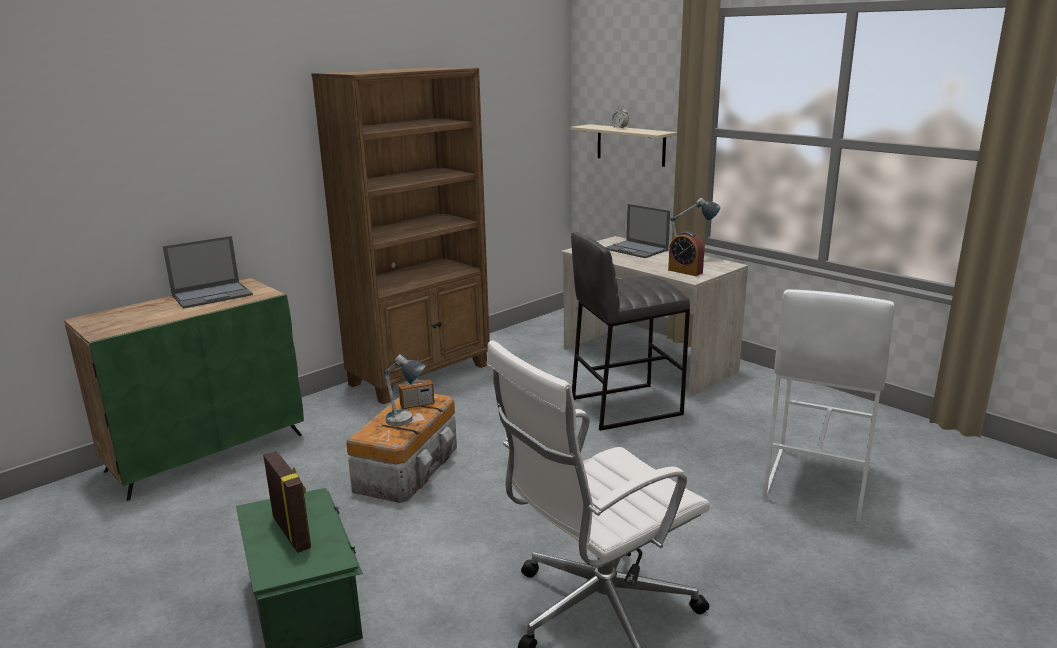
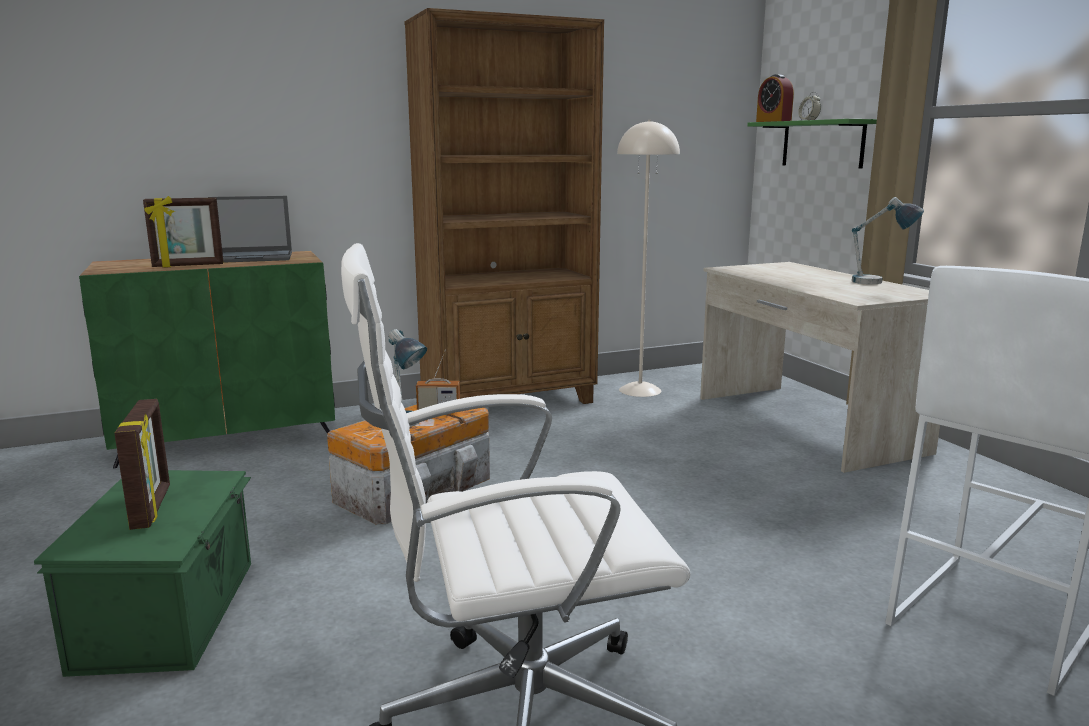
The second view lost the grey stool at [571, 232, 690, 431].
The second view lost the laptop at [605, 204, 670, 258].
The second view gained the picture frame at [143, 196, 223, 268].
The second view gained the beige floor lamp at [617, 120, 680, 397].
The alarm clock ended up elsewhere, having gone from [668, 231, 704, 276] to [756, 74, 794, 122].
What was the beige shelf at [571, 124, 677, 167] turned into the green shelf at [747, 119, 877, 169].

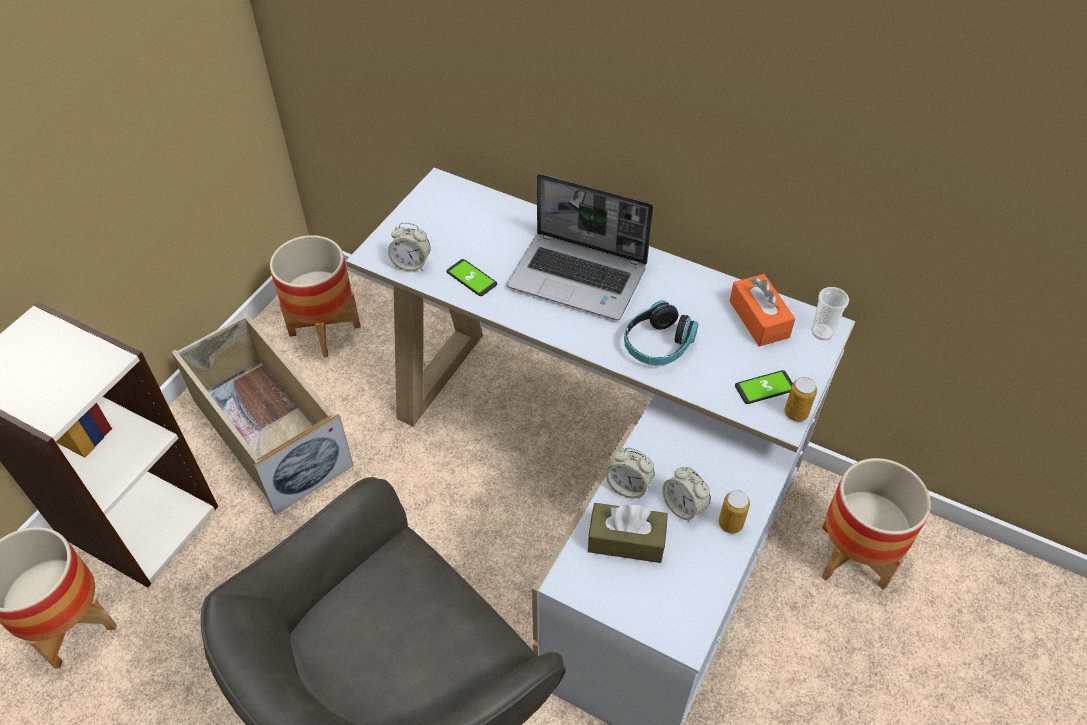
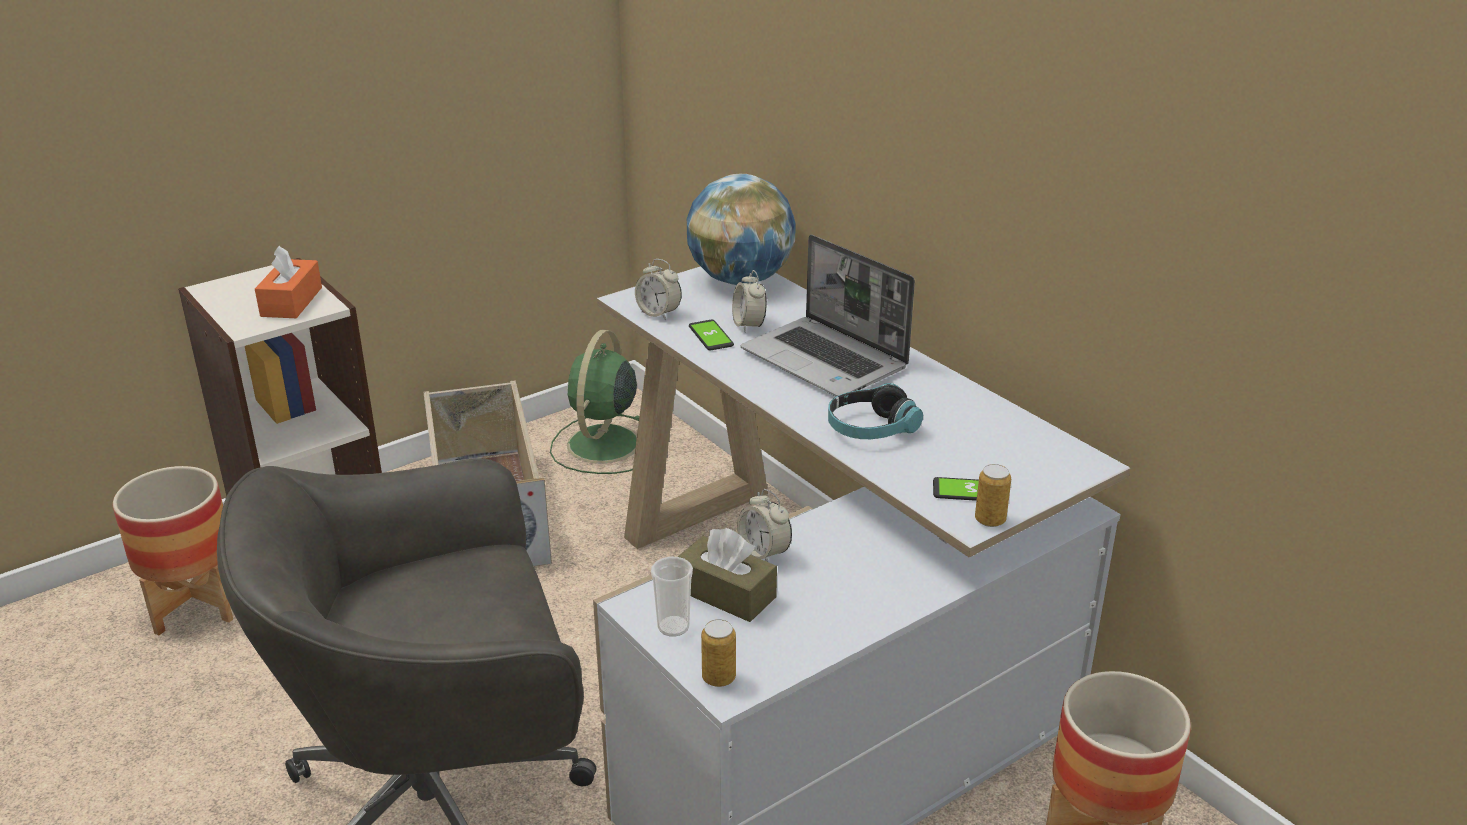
The second view gained the globe at [687, 174, 796, 285].
The alarm clock ended up elsewhere, having gone from [662, 467, 711, 522] to [732, 270, 767, 332].
The can ended up elsewhere, having gone from [719, 490, 750, 533] to [701, 619, 736, 687].
The orange tissue box ended up elsewhere, having gone from [730, 274, 795, 346] to [255, 246, 322, 318].
The cup ended up elsewhere, having gone from [811, 287, 849, 340] to [651, 557, 693, 637].
Where the planter stood at [270, 235, 361, 357], the green fan came to stand at [550, 329, 639, 474].

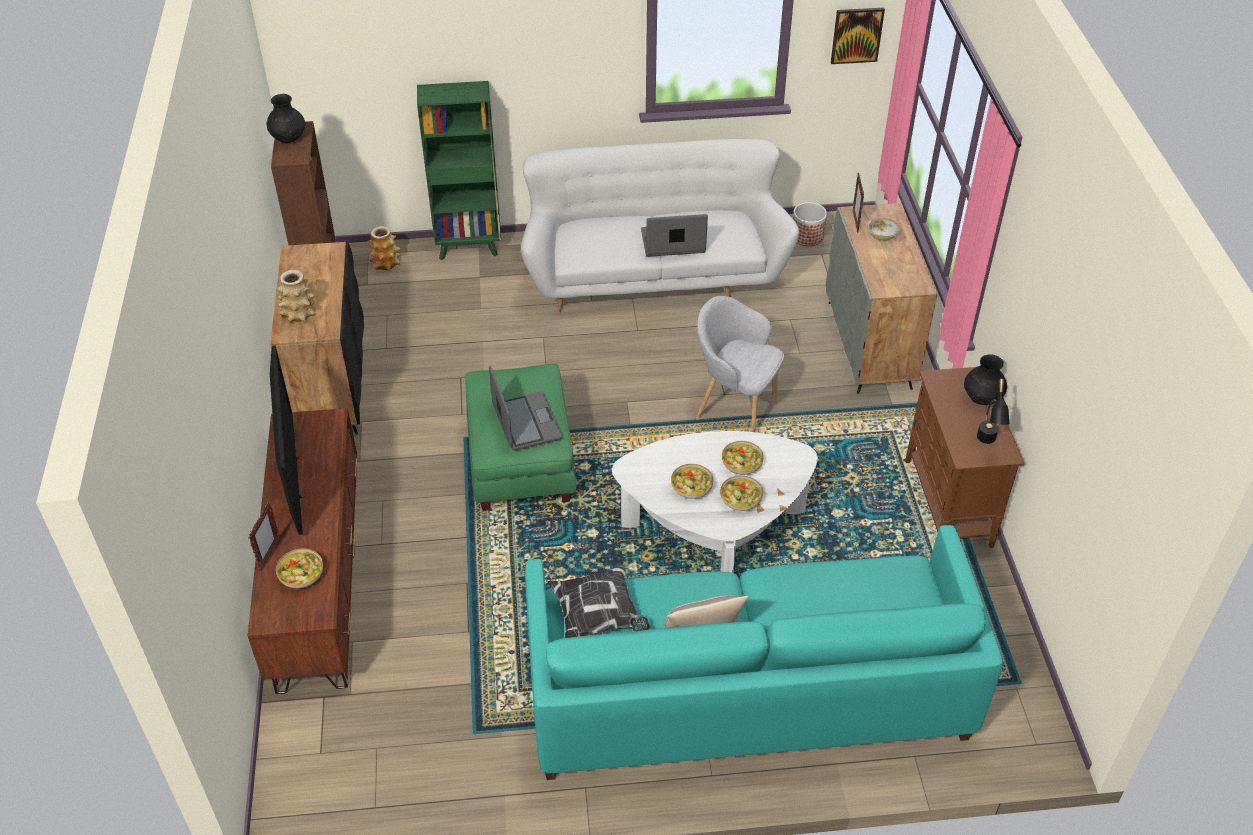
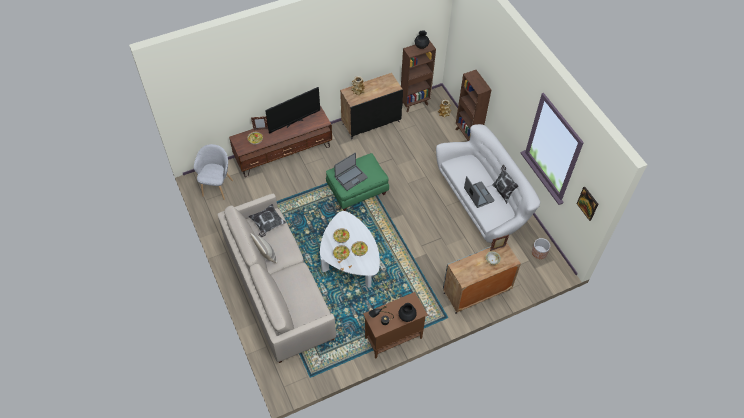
The second view gained the pillow at [492, 165, 518, 204].
The grey armchair ended up elsewhere, having gone from [696, 296, 784, 432] to [194, 144, 233, 200].
What was the green bookcase at [417, 81, 501, 260] turned into the brown bookcase at [455, 70, 491, 141].
What was the turquoise sofa at [525, 525, 1003, 780] turned into the beige sofa at [217, 194, 336, 363].

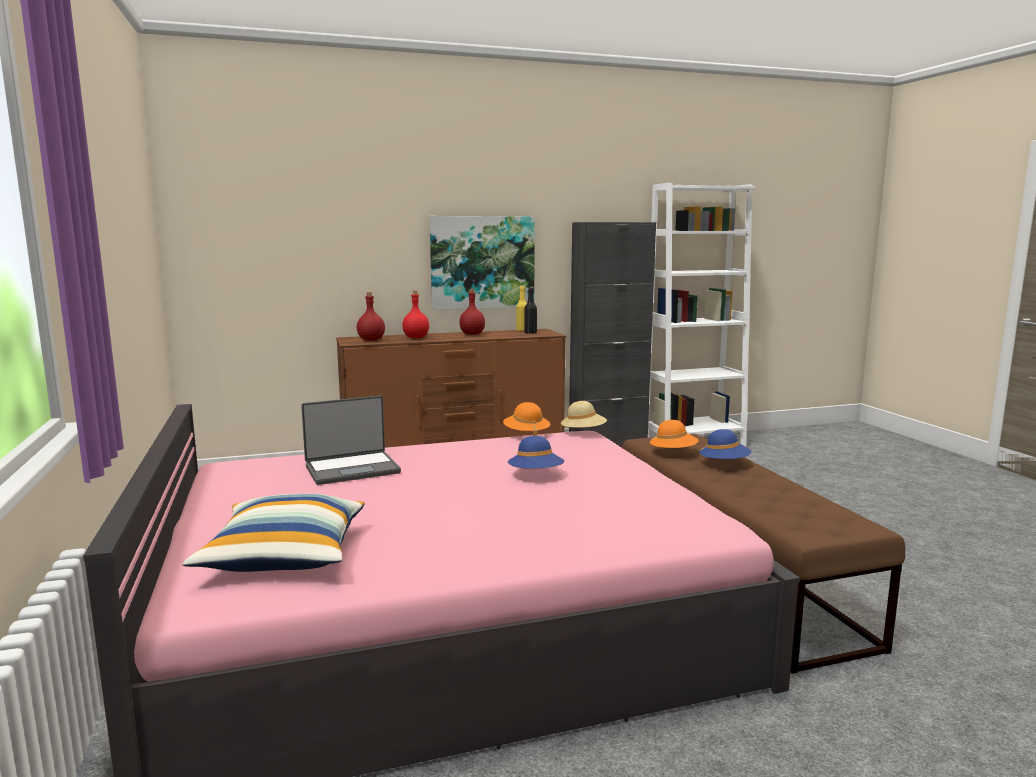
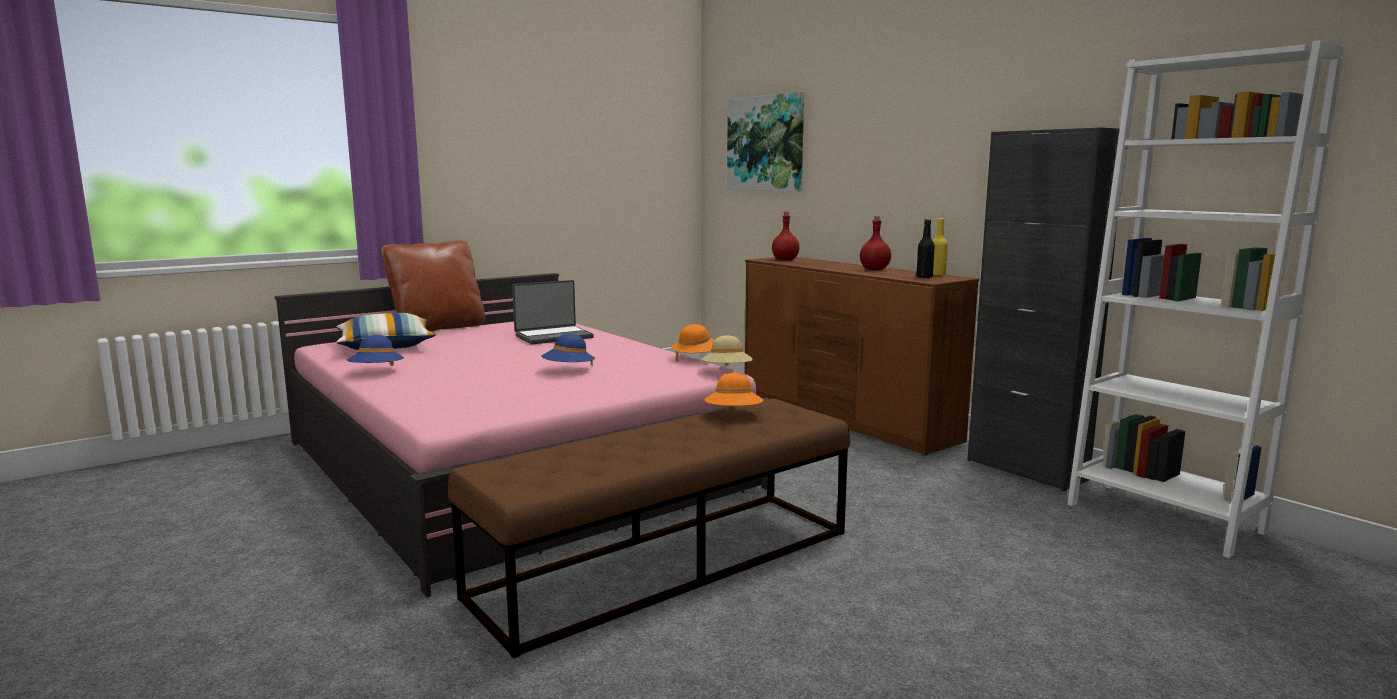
The second view lost the red bottle at [402, 291, 429, 338].
The second view gained the brown pillow at [381, 240, 485, 332].
The picture ended up elsewhere, having gone from [430, 216, 535, 310] to [727, 92, 804, 191].
The blue hat ended up elsewhere, having gone from [699, 429, 752, 460] to [347, 335, 404, 366].
The laptop at [301, 396, 401, 485] ended up facing another way, 75 degrees counterclockwise from before.

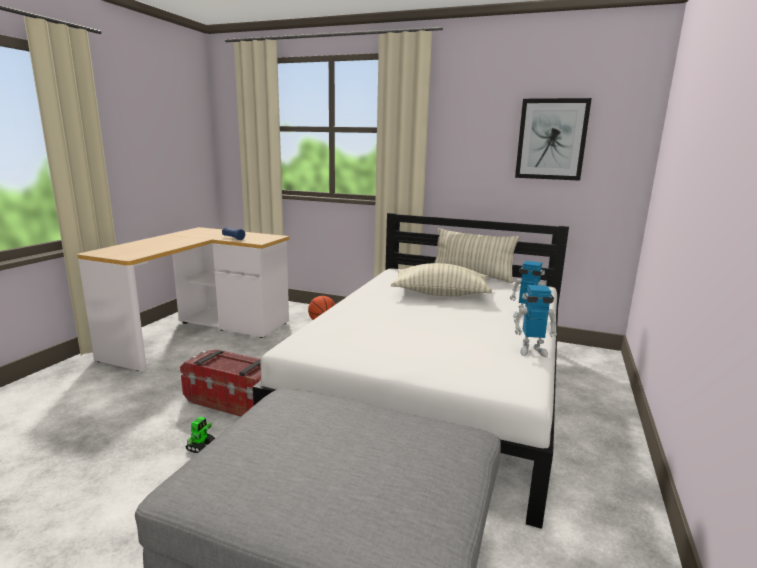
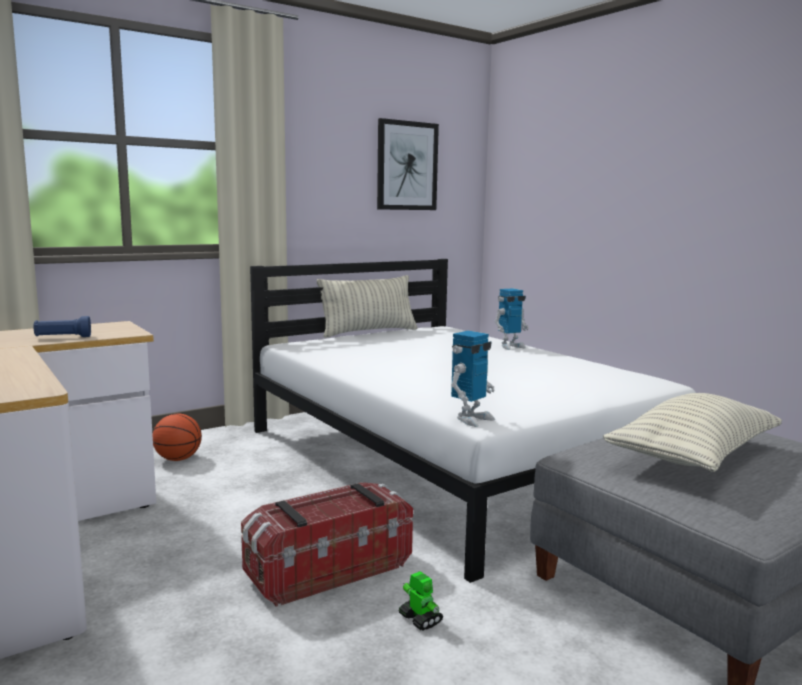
The pillow ended up elsewhere, having gone from [391, 263, 492, 296] to [603, 393, 782, 472].
The toy robot ended up elsewhere, having gone from [514, 285, 557, 358] to [451, 331, 495, 427].

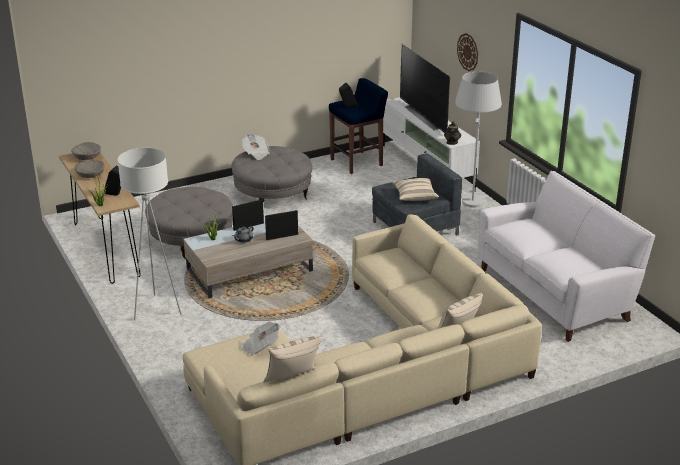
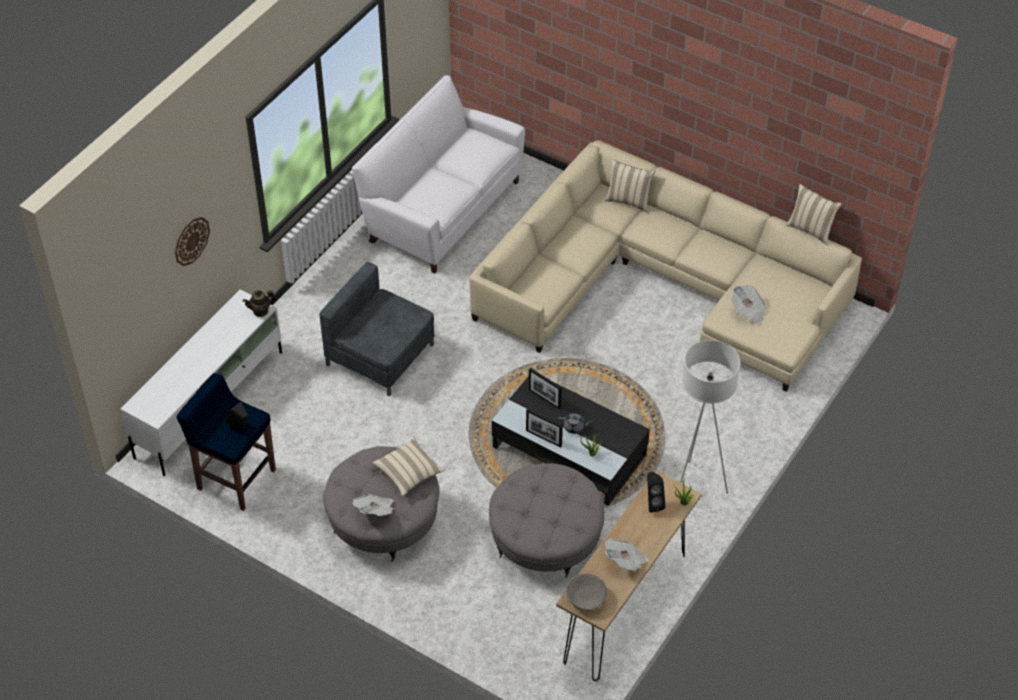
The second view lost the television at [400, 44, 450, 133].
The second view lost the white floor lamp at [455, 72, 502, 208].
The beige pillow ended up elsewhere, having gone from [392, 178, 439, 201] to [373, 437, 445, 496].
Where the beige bowl stood at [75, 160, 104, 178], the newspaper came to stand at [605, 538, 649, 571].
What was the beige coffee table at [184, 220, 313, 298] turned into the black coffee table at [492, 376, 650, 506].

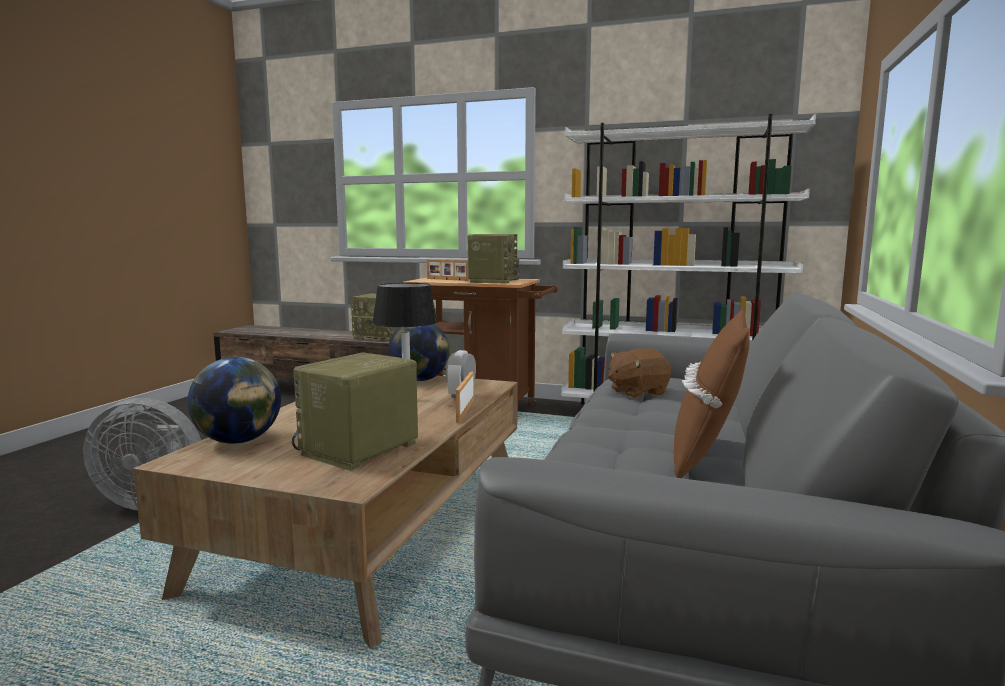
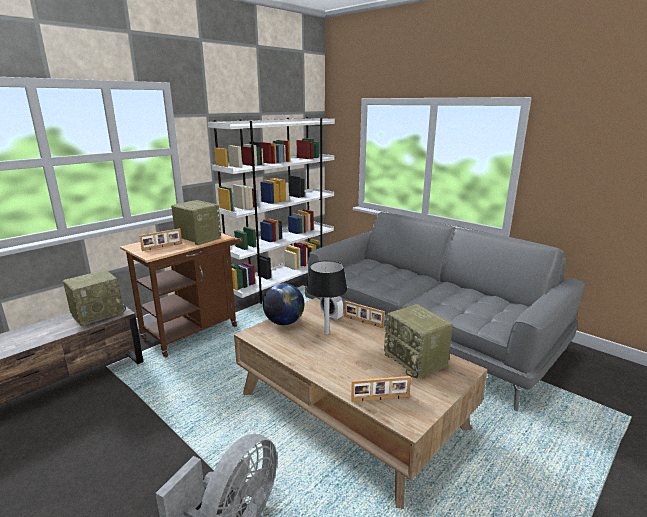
The second view lost the brown plush toy at [608, 348, 671, 398].
The second view lost the brown pillow at [674, 309, 750, 478].
Where the globe stood at [188, 357, 281, 444], the picture frame came to stand at [351, 376, 411, 402].

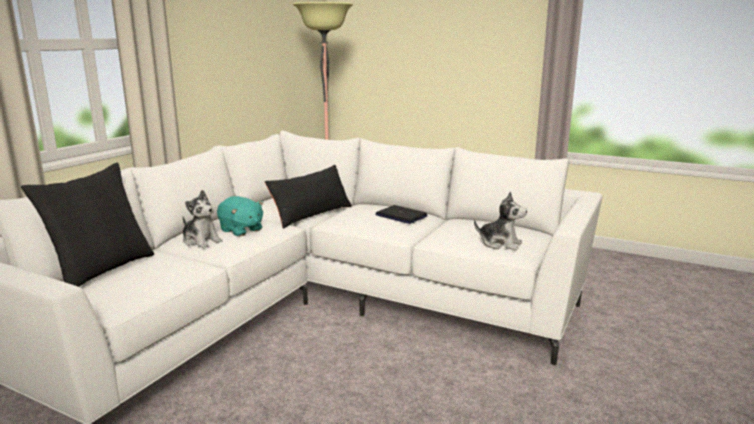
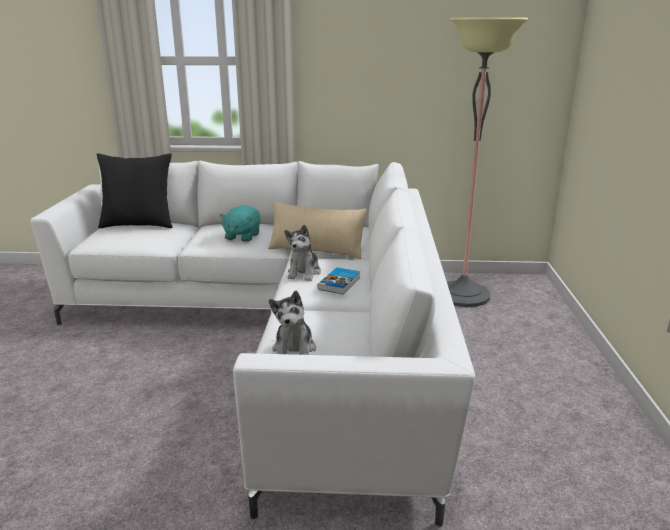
The plush toy ended up elsewhere, having gone from [183, 190, 223, 248] to [285, 225, 321, 281].
Where the laptop stood at [375, 205, 428, 224], the book came to stand at [318, 267, 360, 295].
What was the black pillow at [265, 165, 352, 228] turned into the beige pillow at [268, 201, 367, 259].

